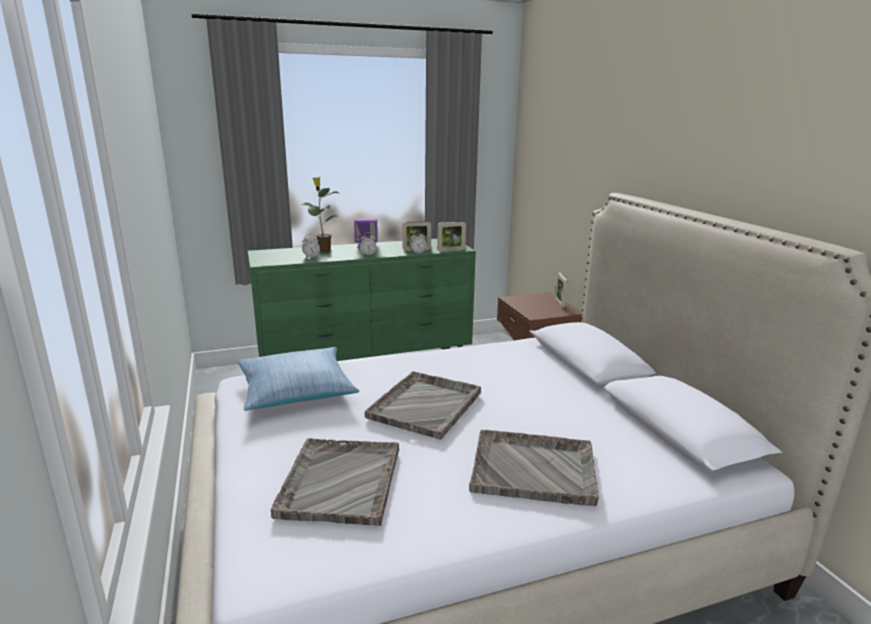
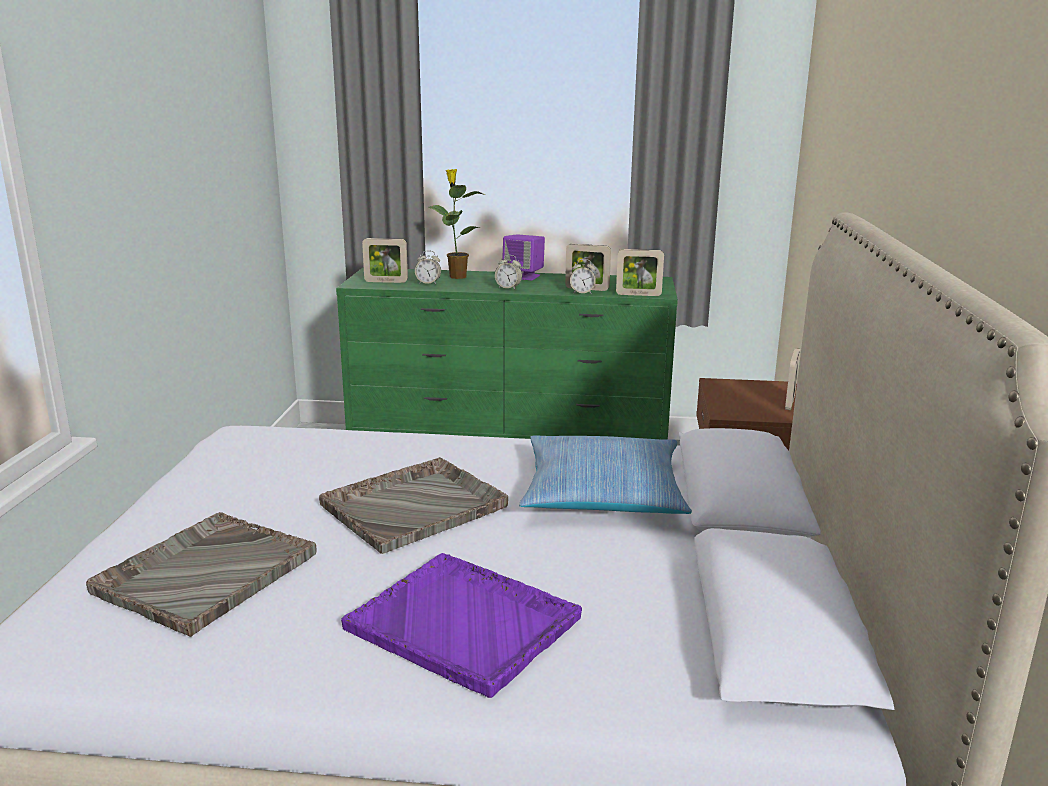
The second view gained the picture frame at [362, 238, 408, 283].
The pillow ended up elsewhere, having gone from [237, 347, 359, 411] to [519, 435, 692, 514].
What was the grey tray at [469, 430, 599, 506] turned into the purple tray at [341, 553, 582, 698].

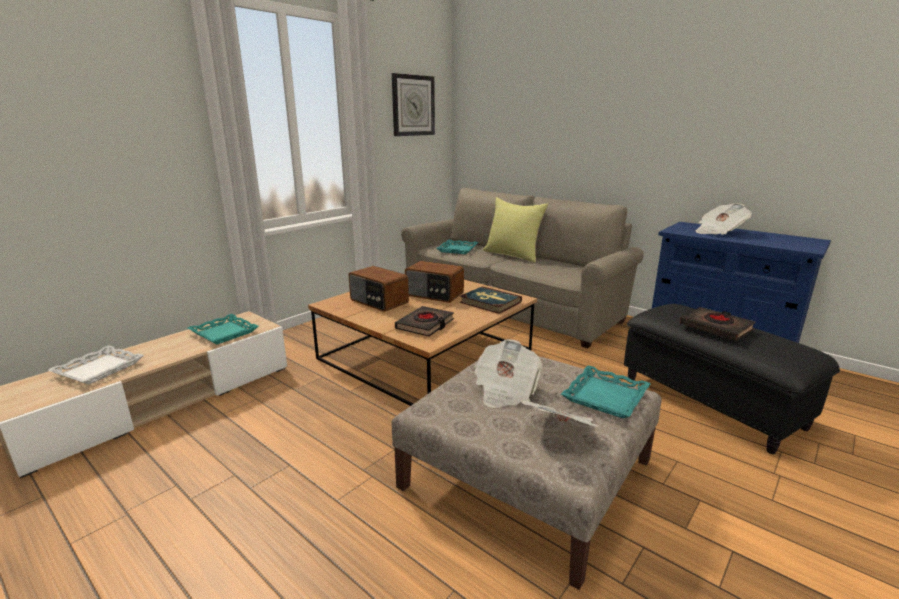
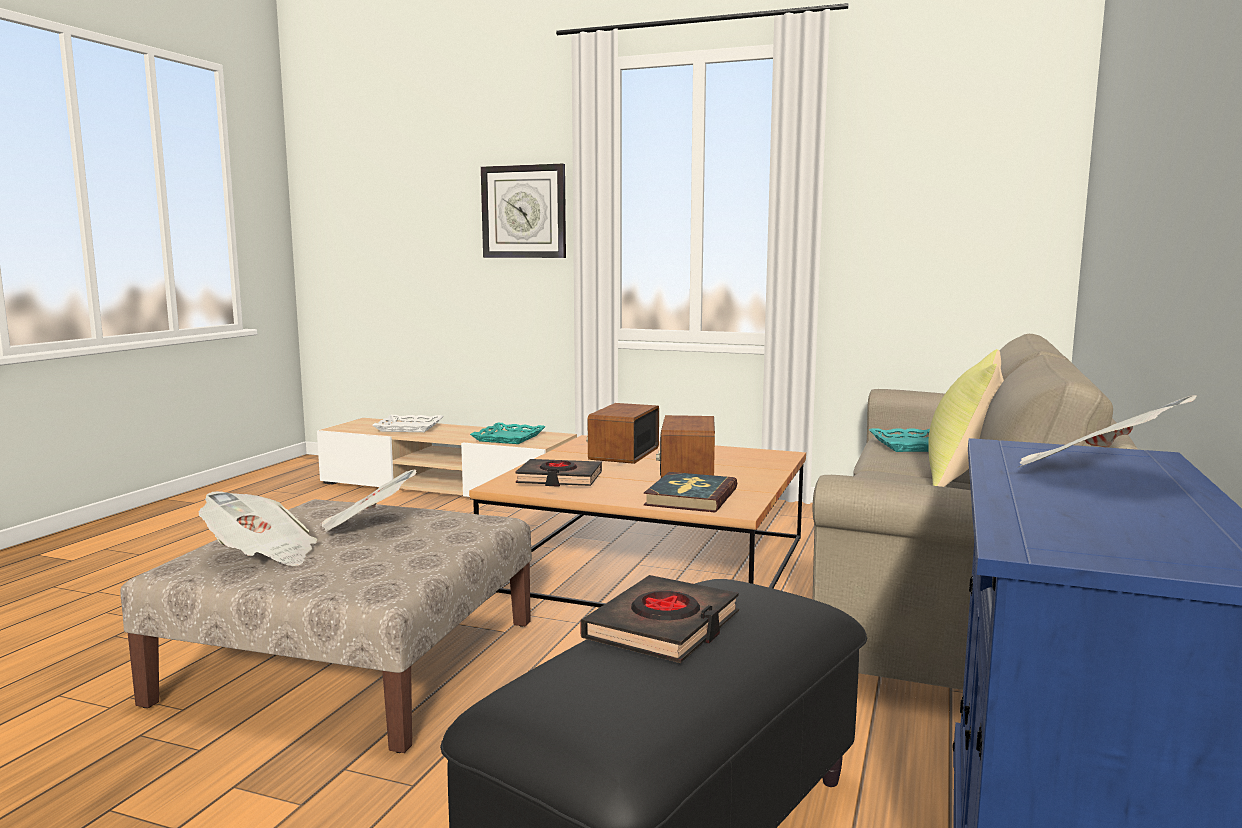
The second view lost the turquoise tray at [561, 365, 651, 418].
The wall clock ended up elsewhere, having gone from [392, 73, 435, 136] to [481, 164, 566, 258].

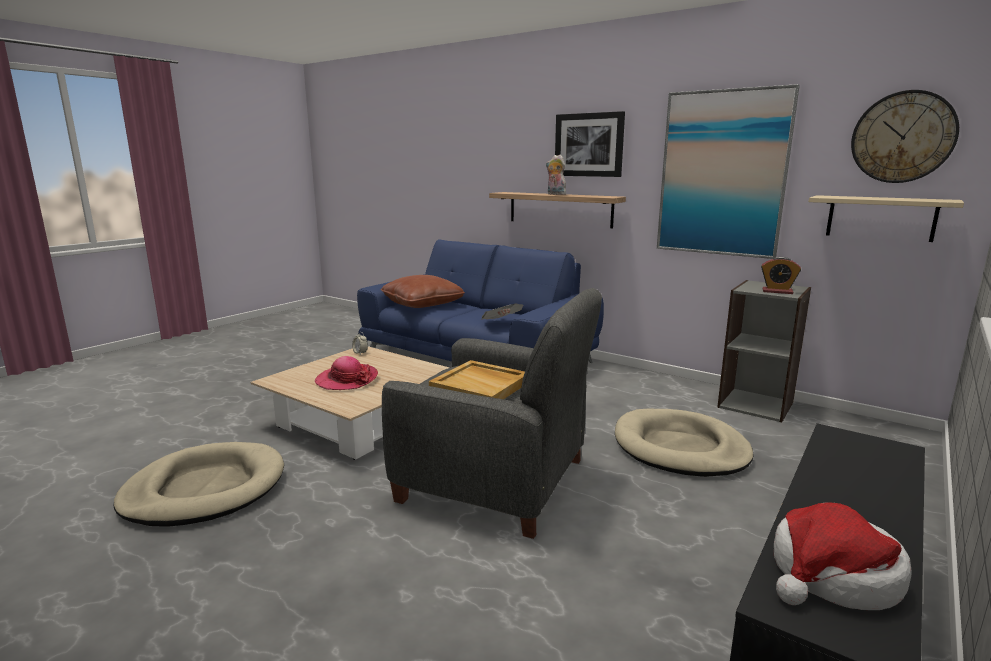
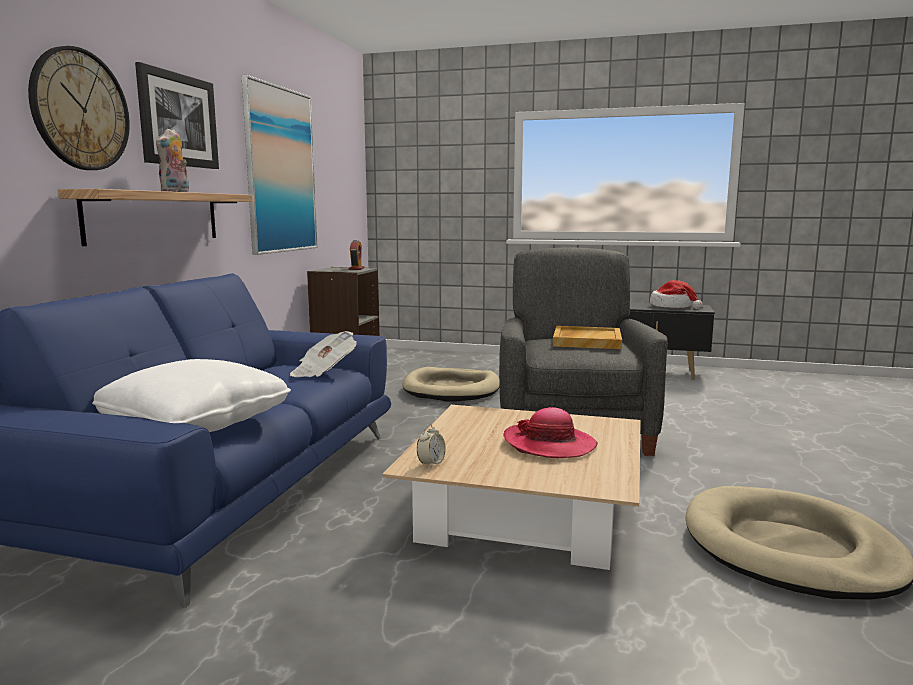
The second view lost the beige shelf at [809, 195, 964, 242].
The wall clock ended up elsewhere, having gone from [851, 90, 959, 183] to [28, 46, 130, 170].
What was the brown pillow at [380, 275, 465, 308] turned into the white pillow at [92, 359, 291, 432].

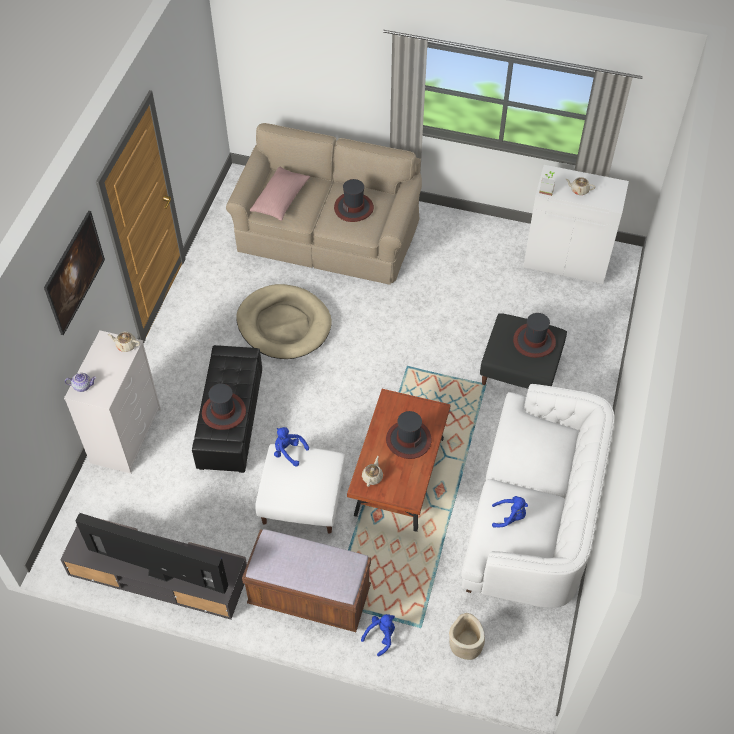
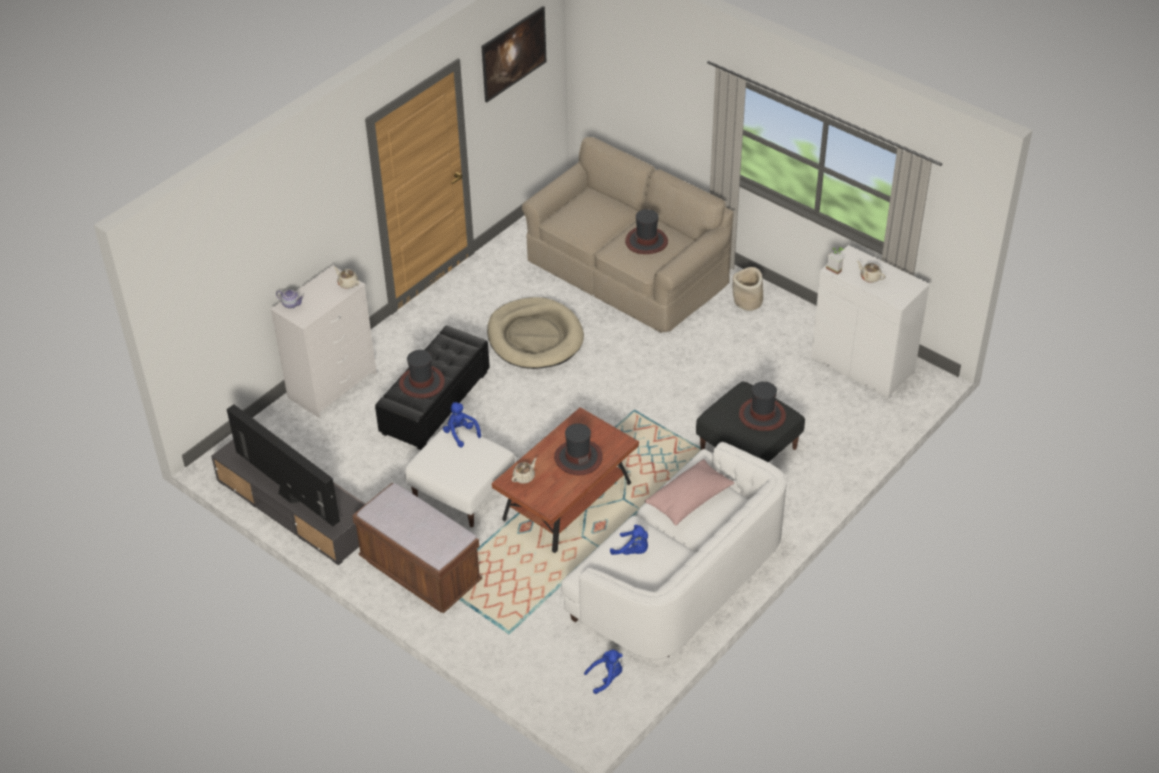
The picture ended up elsewhere, having gone from [44, 211, 105, 335] to [481, 6, 547, 102].
The pink pillow ended up elsewhere, having gone from [250, 167, 310, 221] to [645, 459, 735, 526].
The blue plush toy ended up elsewhere, having gone from [361, 614, 395, 657] to [584, 650, 623, 694].
The beige planter ended up elsewhere, having gone from [449, 613, 485, 660] to [733, 267, 763, 311].

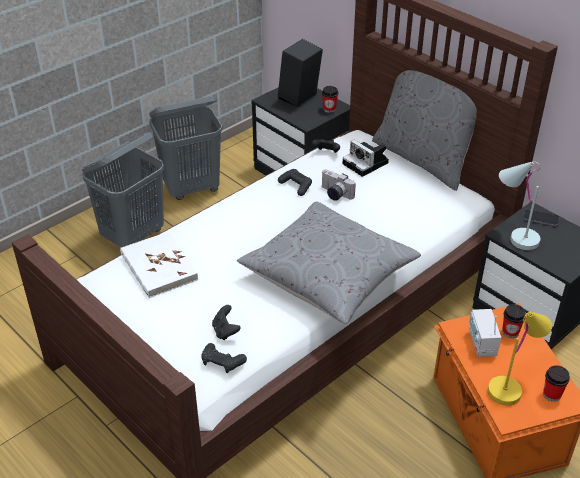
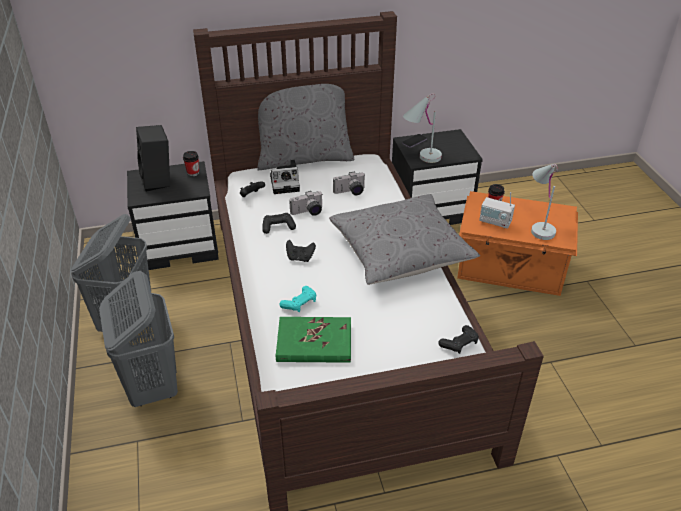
The second view lost the cup at [543, 365, 570, 402].
The second view gained the turquoise game controller at [279, 286, 316, 312].
The second view gained the photo camera at [333, 171, 366, 195].
The black game controller ended up elsewhere, having gone from [212, 305, 240, 340] to [286, 240, 316, 262].
What was the white book at [120, 232, 198, 298] turned into the green book at [276, 317, 351, 363].
What was the yellow table lamp at [488, 312, 552, 406] turned into the white table lamp at [531, 164, 558, 240].

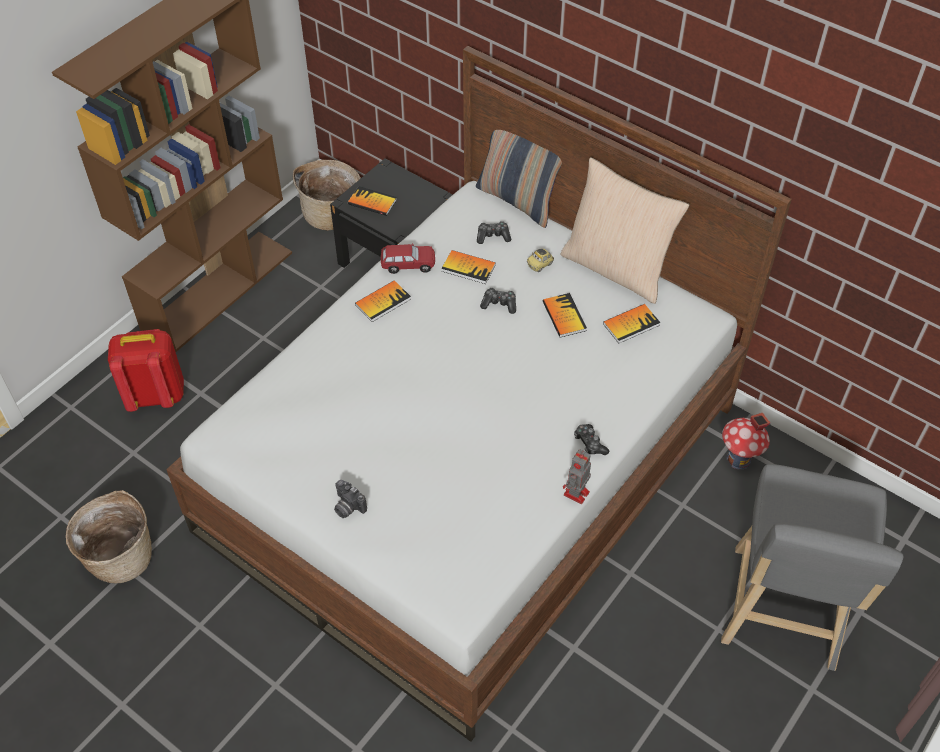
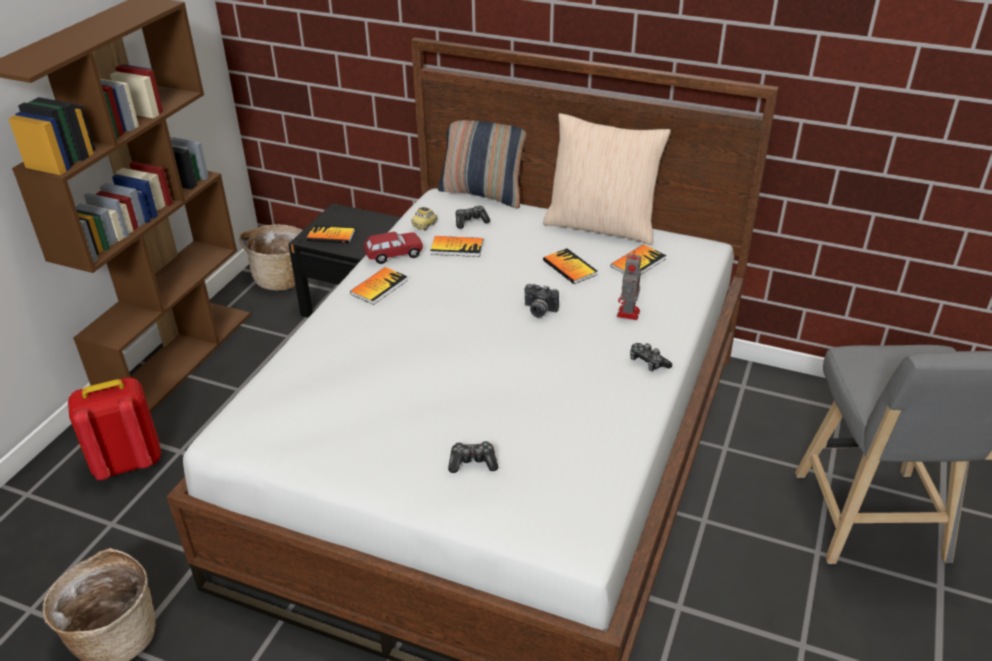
The second view lost the toy house at [722, 413, 770, 470].
The photo camera ended up elsewhere, having gone from [334, 480, 367, 518] to [525, 284, 559, 317].
The game controller ended up elsewhere, having gone from [480, 288, 516, 314] to [448, 441, 498, 473].
The toy car ended up elsewhere, having gone from [527, 249, 554, 272] to [411, 207, 438, 231].
The toy robot ended up elsewhere, having gone from [563, 449, 591, 504] to [617, 250, 641, 320].

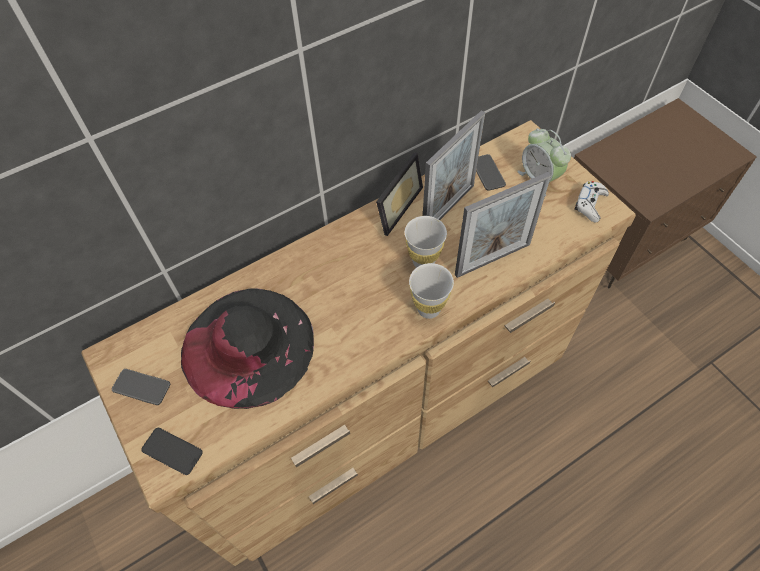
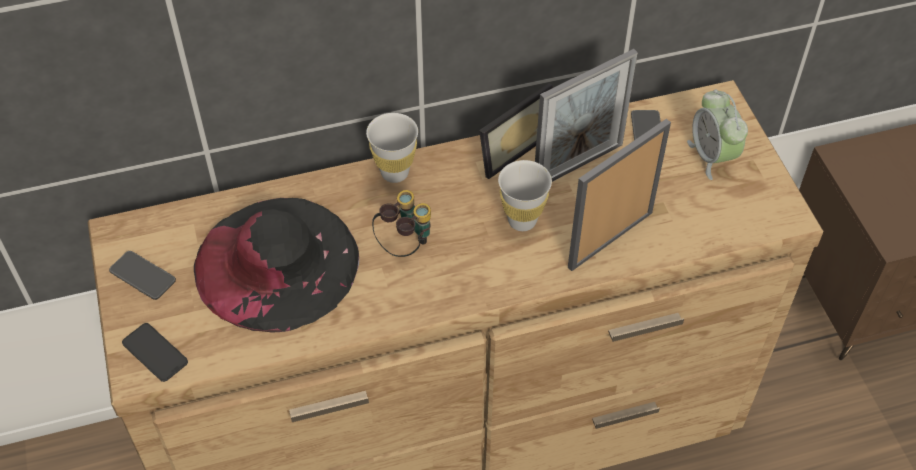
The second view lost the white game controller at [574, 181, 609, 222].
The second view gained the binoculars at [372, 190, 431, 257].
The white cup ended up elsewhere, having gone from [409, 263, 454, 319] to [366, 113, 418, 183].
The picture frame at [455, 172, 551, 278] ended up facing another way, 150 degrees clockwise from before.

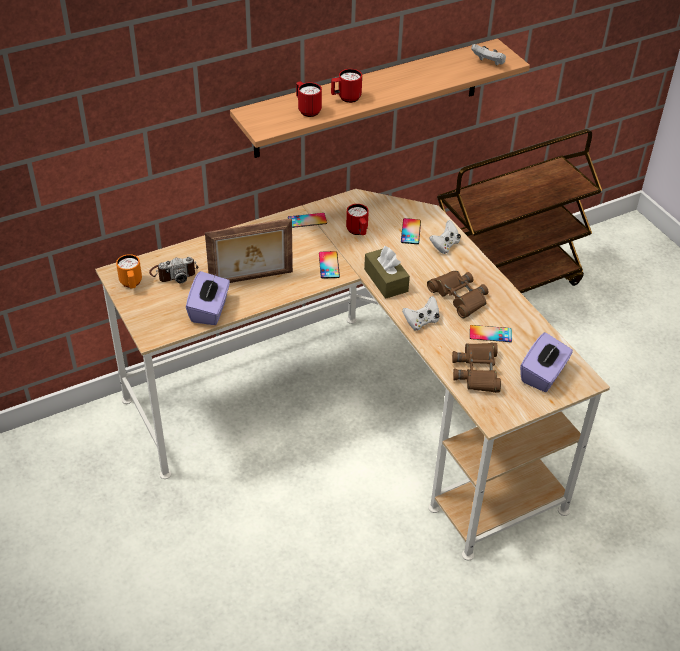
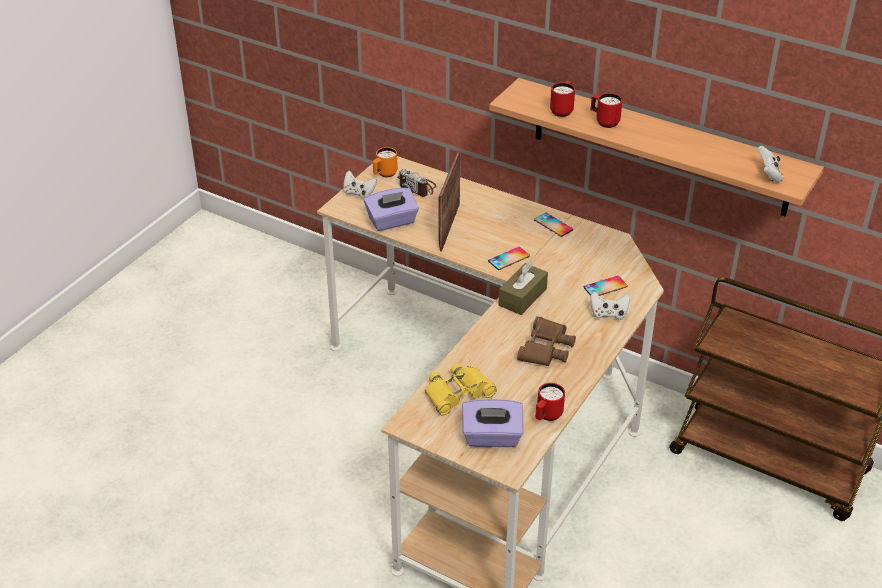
The second view lost the phone at [470, 325, 512, 342].
The red mug ended up elsewhere, having gone from [346, 204, 369, 235] to [535, 383, 565, 421].
The white game controller ended up elsewhere, having gone from [402, 296, 440, 331] to [344, 171, 377, 199].
What was the brown binoculars at [452, 342, 501, 393] turned into the yellow binoculars at [425, 363, 497, 415].
The picture frame at [205, 218, 293, 283] ended up facing another way, 60 degrees clockwise from before.

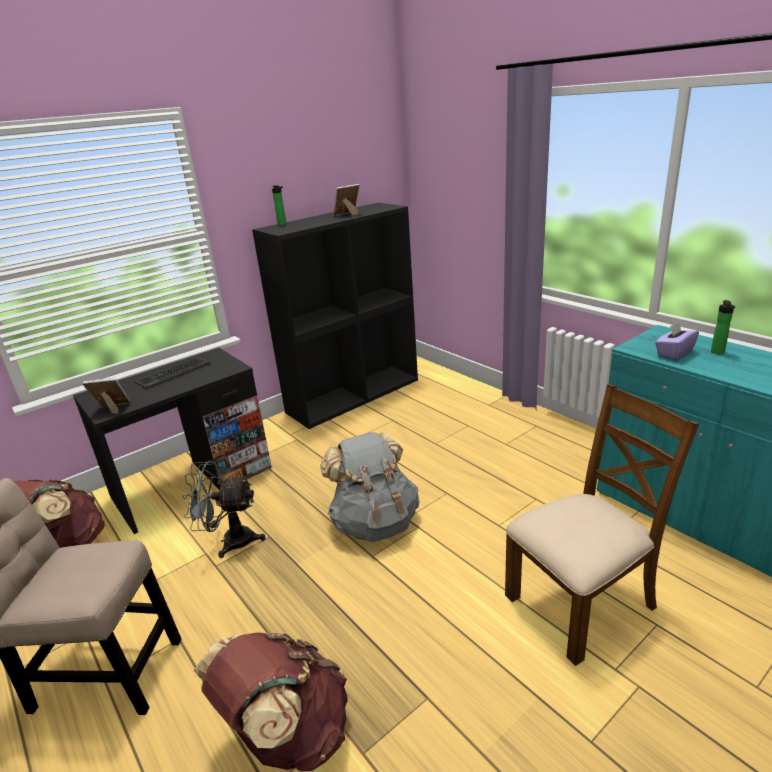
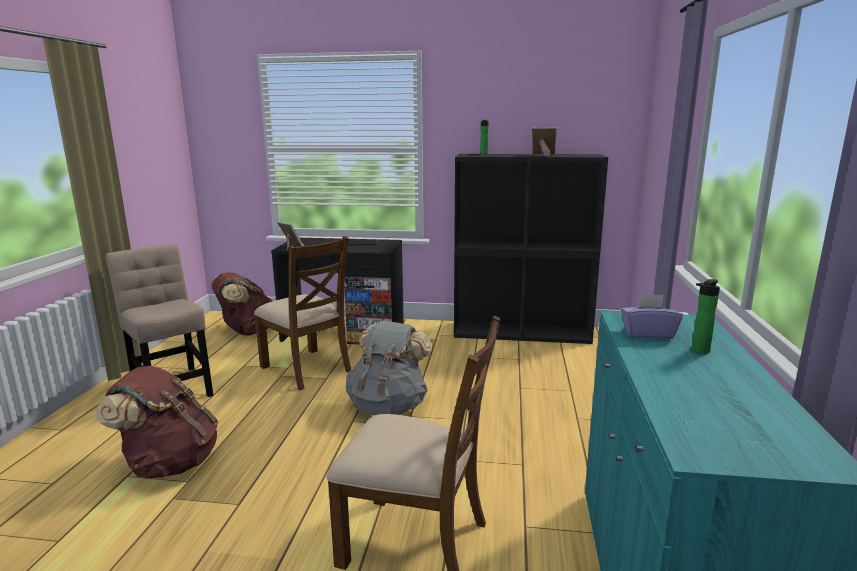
Where the grey fan stood at [182, 460, 266, 558], the brown chair came to stand at [254, 236, 351, 390].

